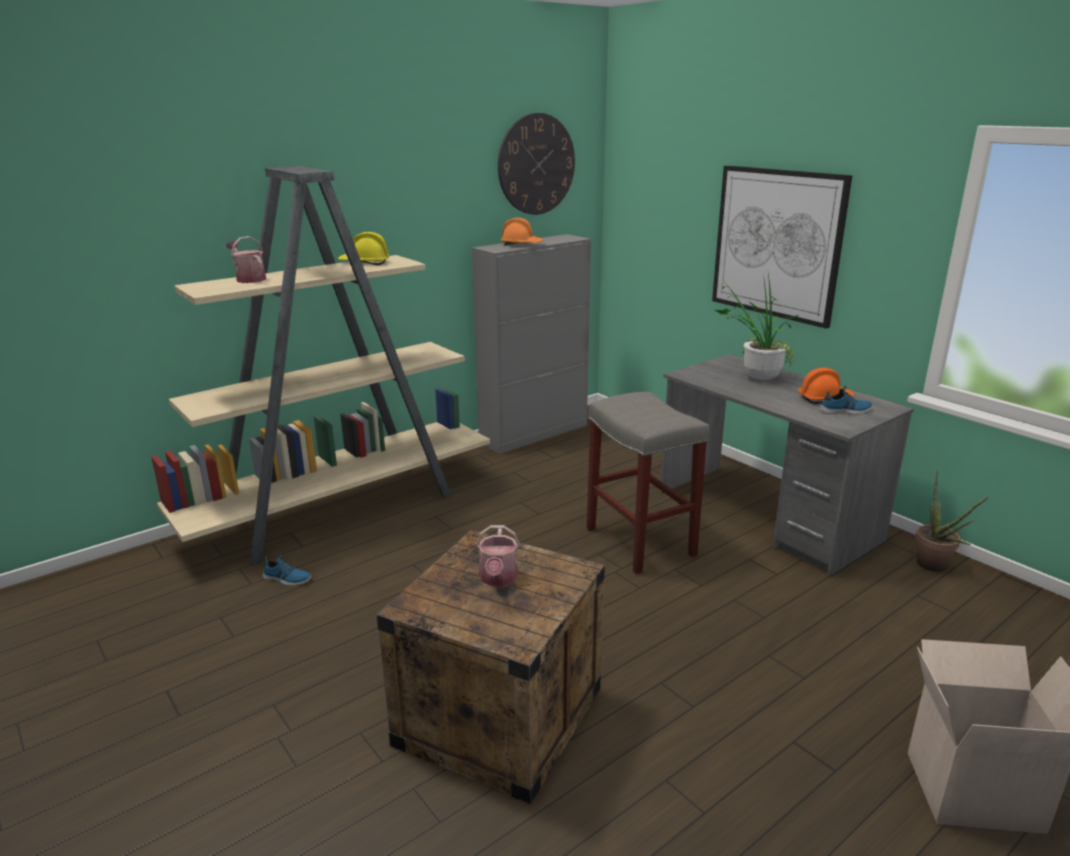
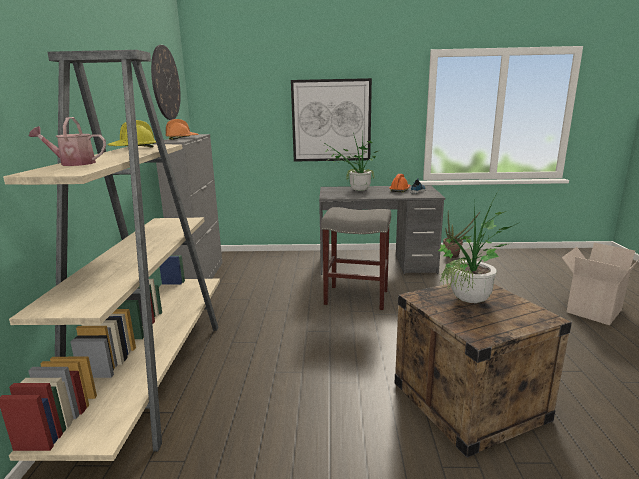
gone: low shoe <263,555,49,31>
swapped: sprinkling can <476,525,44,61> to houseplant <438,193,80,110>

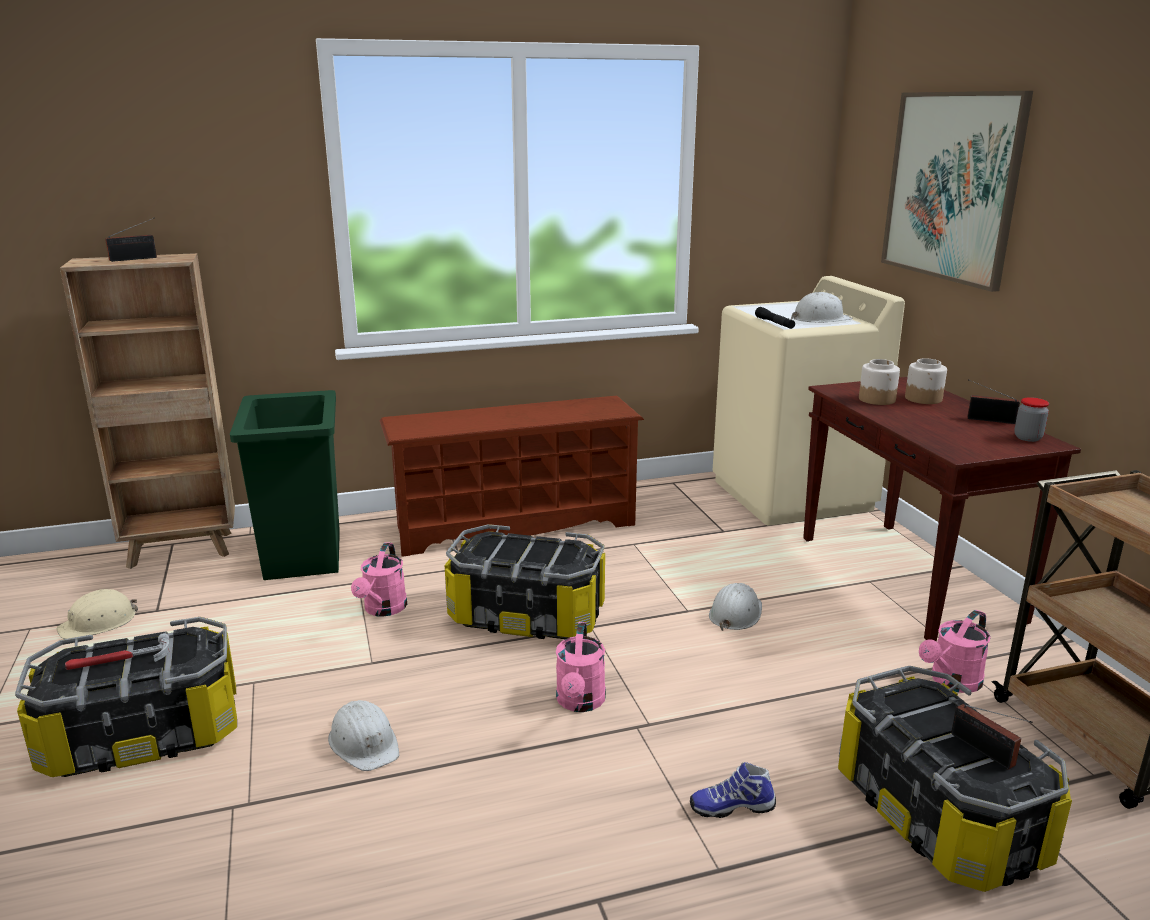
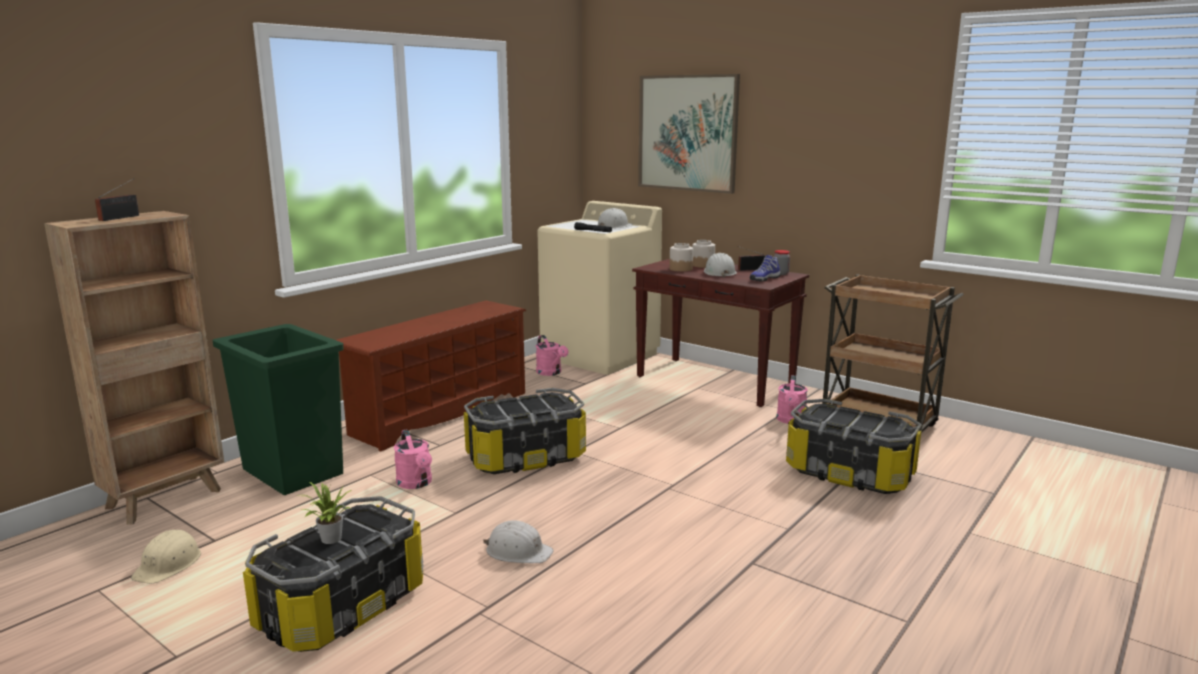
gone: radio set <951,704,81,66>
shifted: work helmet (white-coloured) <709,583,53,48> to <704,253,33,25>; sprinkling can (pink-coloured) <556,622,50,90> to <536,335,32,41>; low shoe <690,762,86,56> to <749,255,32,27>
swapped: tool hammer <65,633,105,37> to houseplant <296,481,56,63>

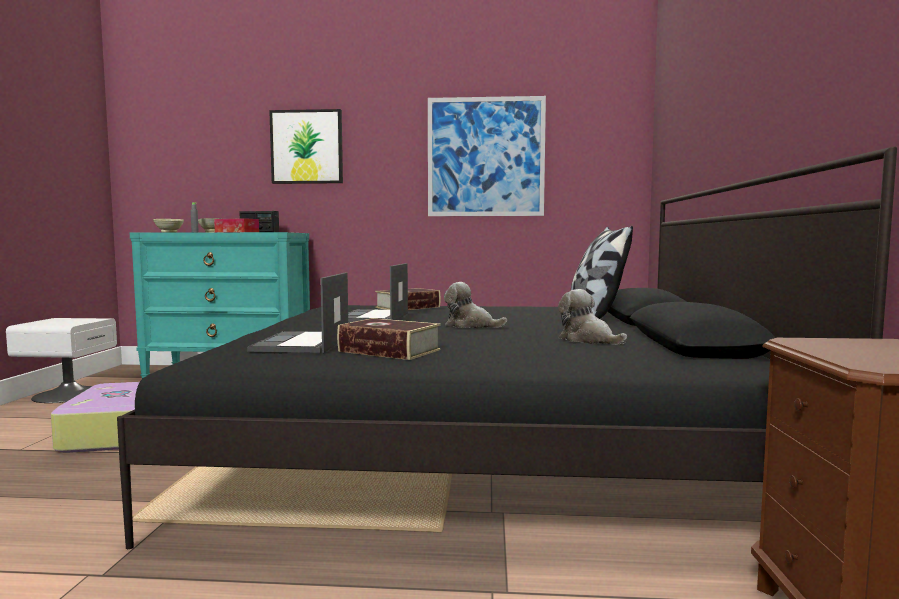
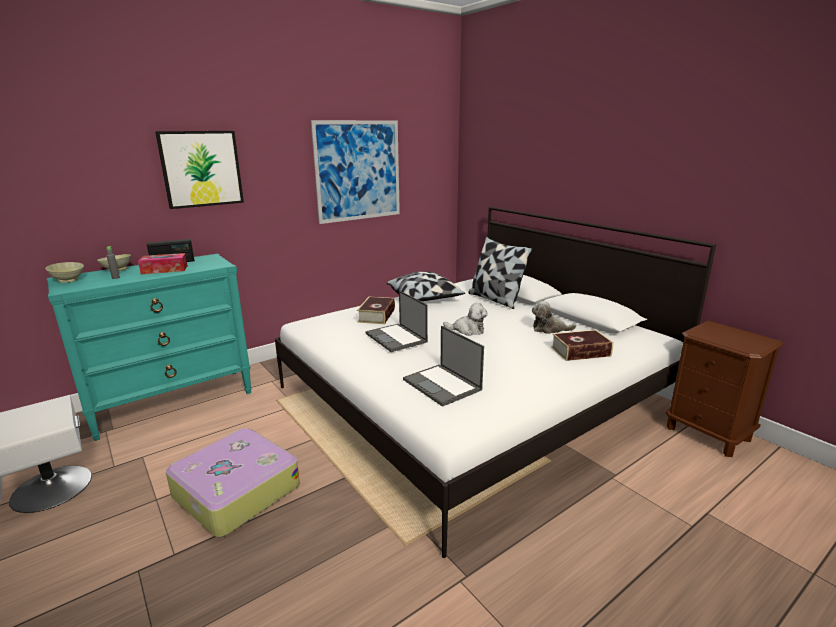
new: pillow <387,272,78,29>
shifted: volume <337,318,104,42> to <551,330,63,31>
repainted: bedroom bed (black) <117,146,780,403> to bedroom bed (white-coloured) <275,206,441,352>
rotated: soft toy <444,282,63,46> = <443,303,45,33> 150 degrees counterclockwise

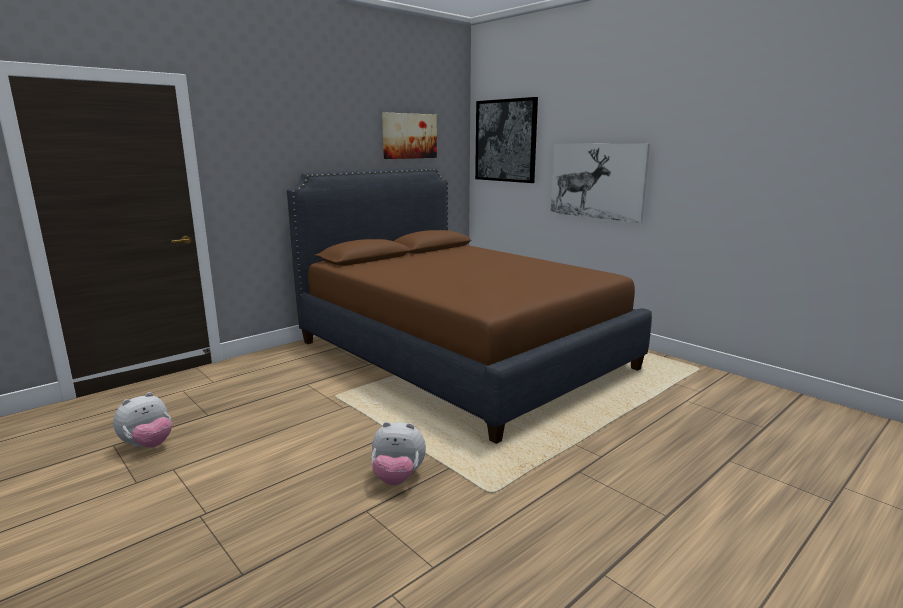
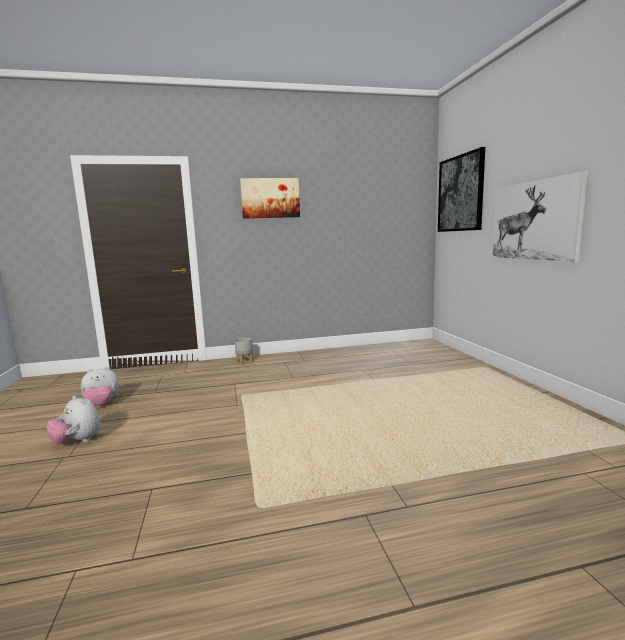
gone: bedroom bed (brown-coloured) <287,167,365,277>
new: plant pot (gray) <235,338,18,27>
shifted: wall picture <382,112,55,47> to <240,178,60,41>; soft toy <371,422,55,63> to <47,396,54,49>

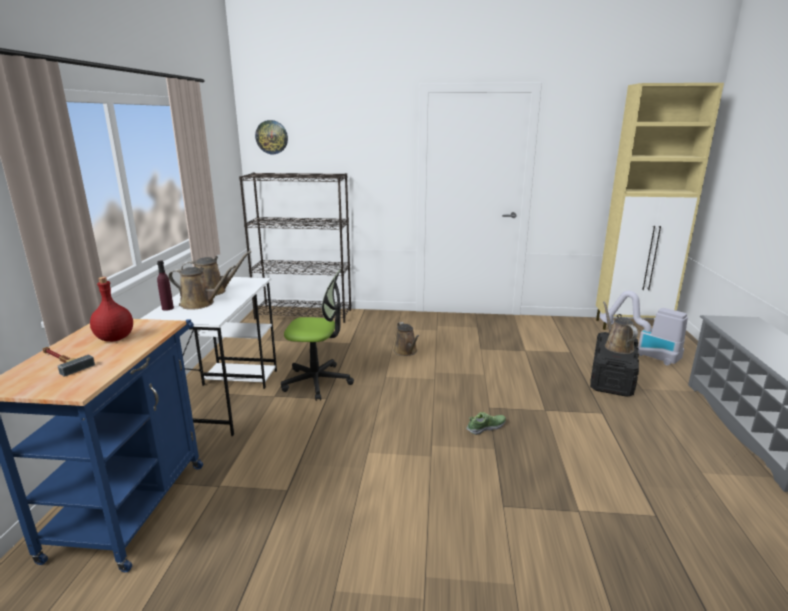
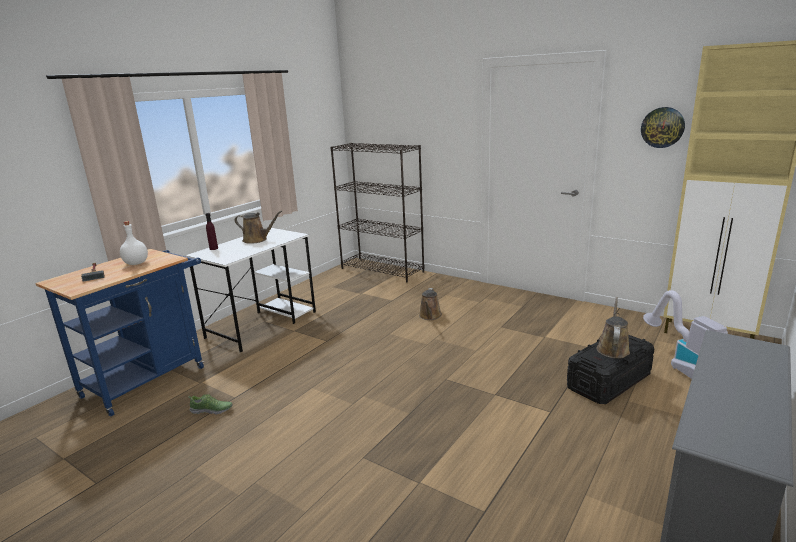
gone: sprinkling can (brown-coloured) <168,266,68,44>; computer chair <281,269,73,132>
shifted: clock on the wall <255,120,33,34> to <641,107,44,41>; low shoe <466,412,40,23> to <188,394,44,20>
repainted: bottle (red-coloured) <90,277,43,65> to bottle (white-coloured) <120,221,28,44>

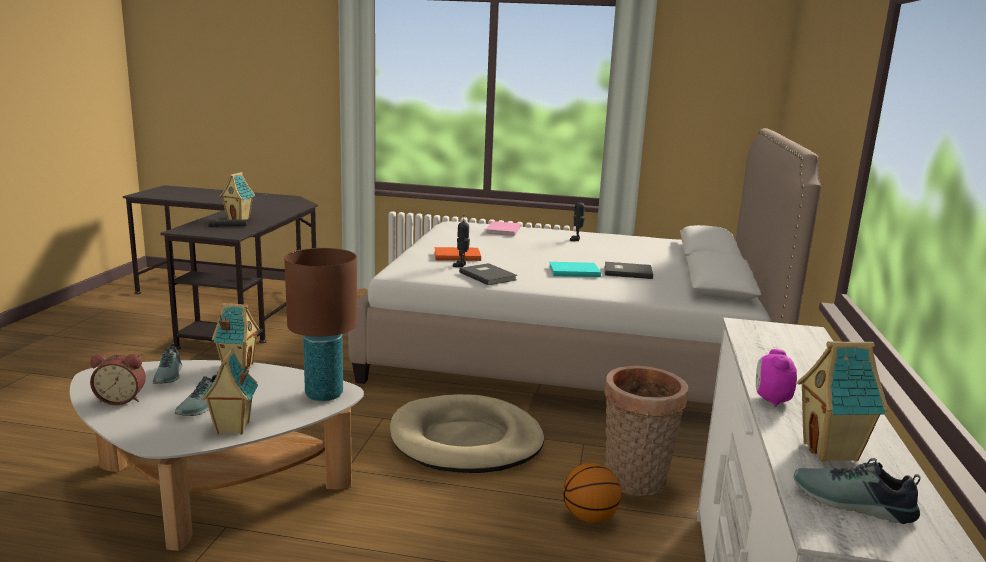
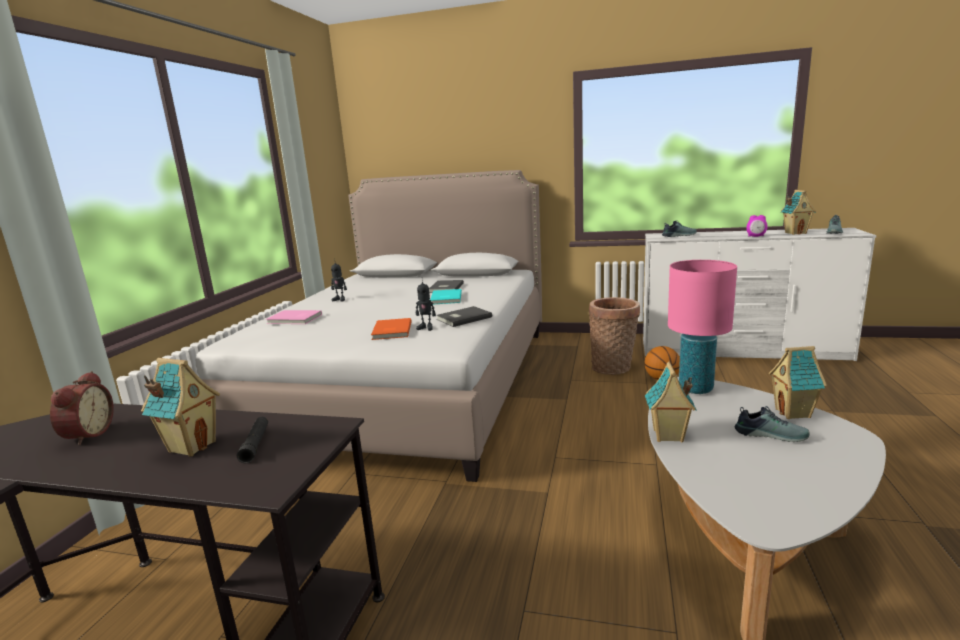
gone: dog bed (beige-coloured) <390,394,154,79>
shifted: low shoe <153,343,29,41> to <662,220,35,17>; table clock <90,354,56,51> to <50,371,64,74>
repainted: lamp for a table (brown-coloured) <284,248,73,153> to lamp for a table (pink-coloured) <668,260,69,134>

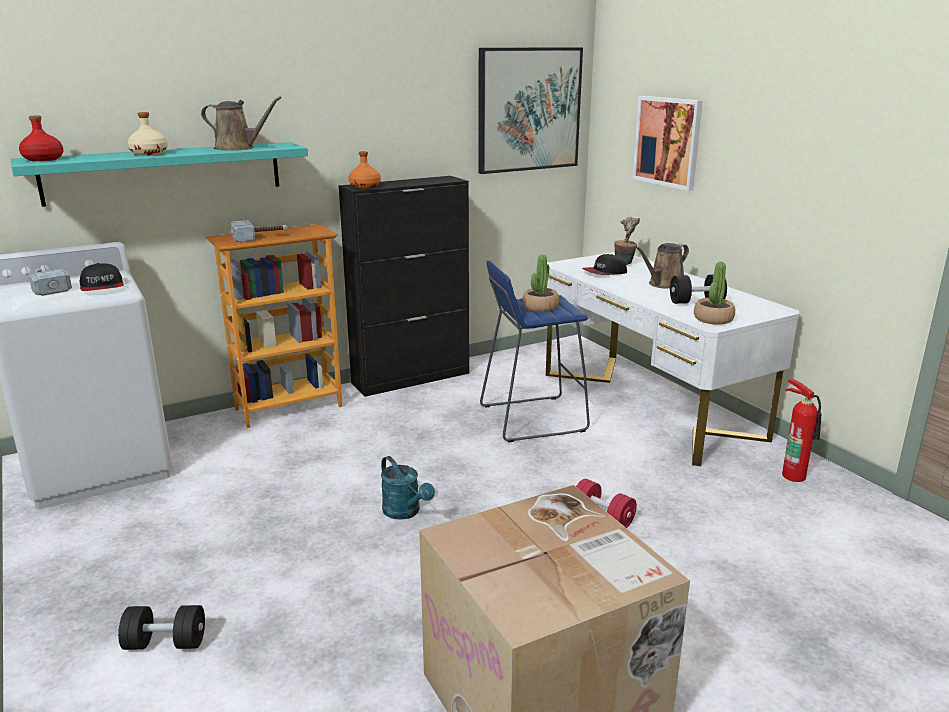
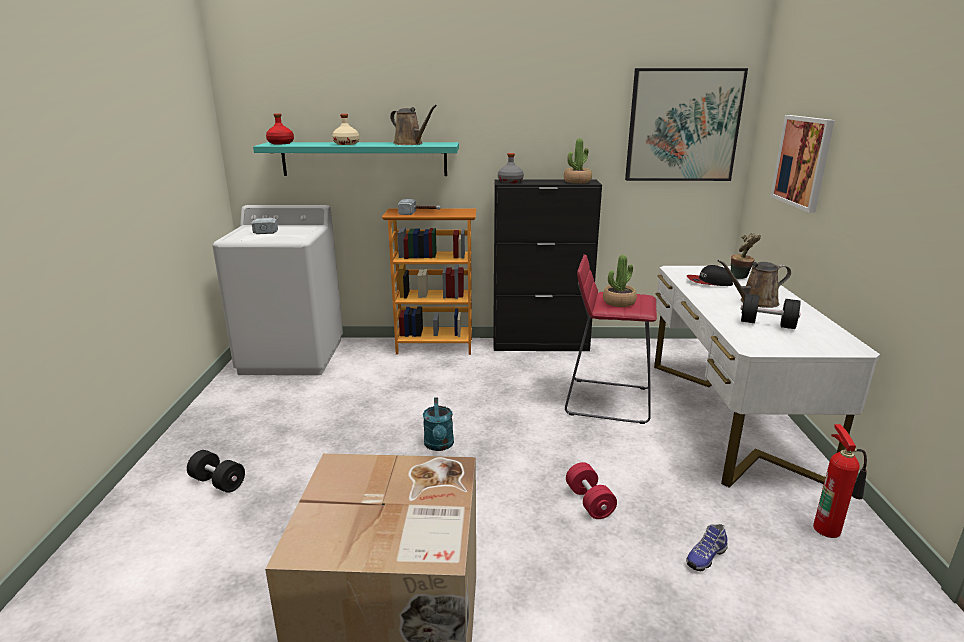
gone: cap <80,263,44,28>
new: low shoe <686,524,42,48>
shifted: houseplant <694,262,41,63> to <564,138,28,46>
repainted: bottle (orangey) <349,151,32,38> to bottle (gray) <498,153,26,30>; sitting stool (blue-coloured) <480,261,110,182> to sitting stool (red-coloured) <565,254,92,170>

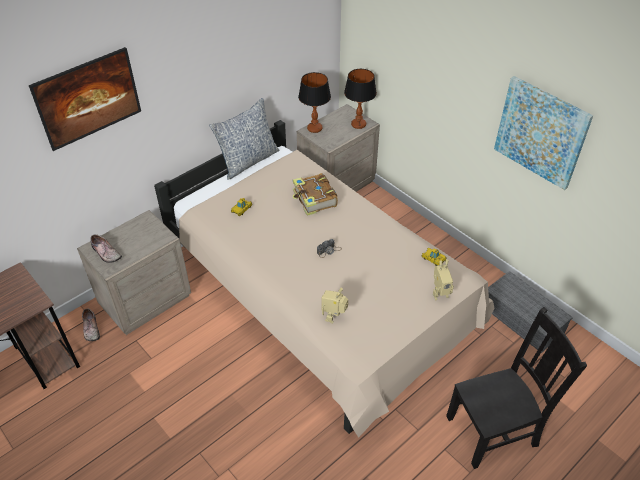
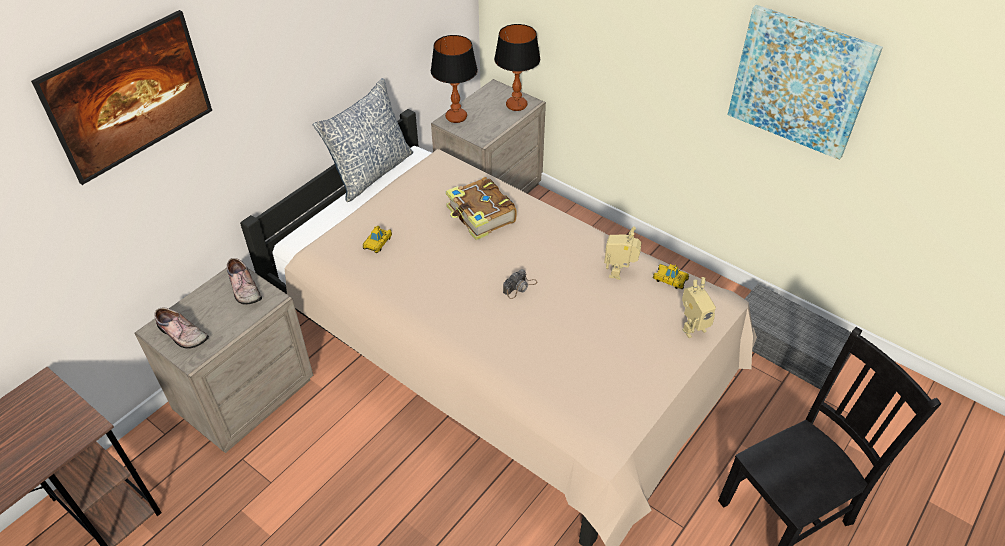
shifted: model robot <321,288,27,36> to <604,226,38,54>; low shoe <82,309,18,32> to <227,258,35,47>

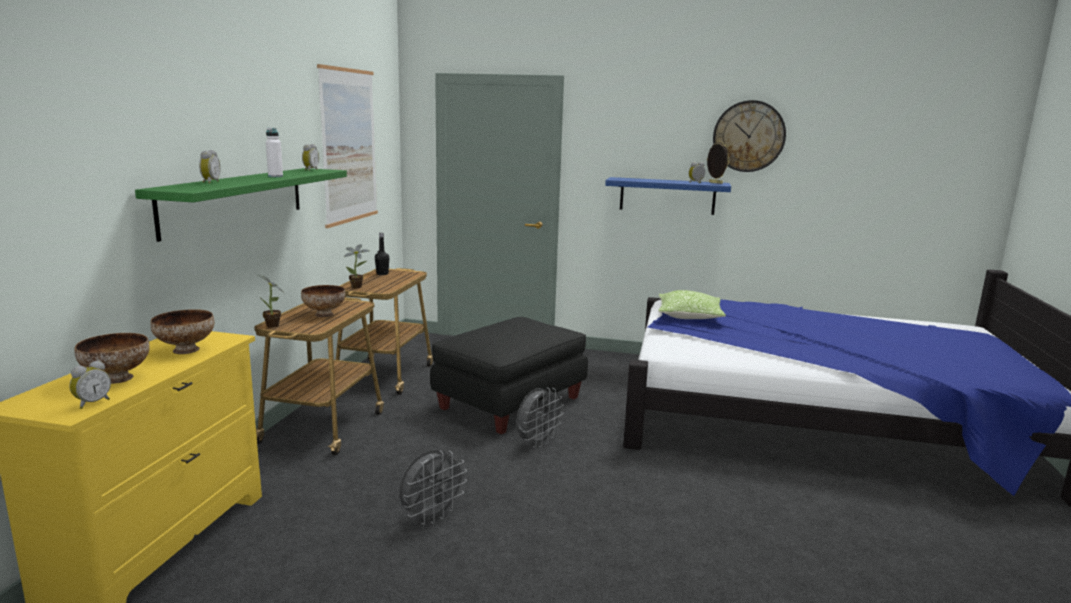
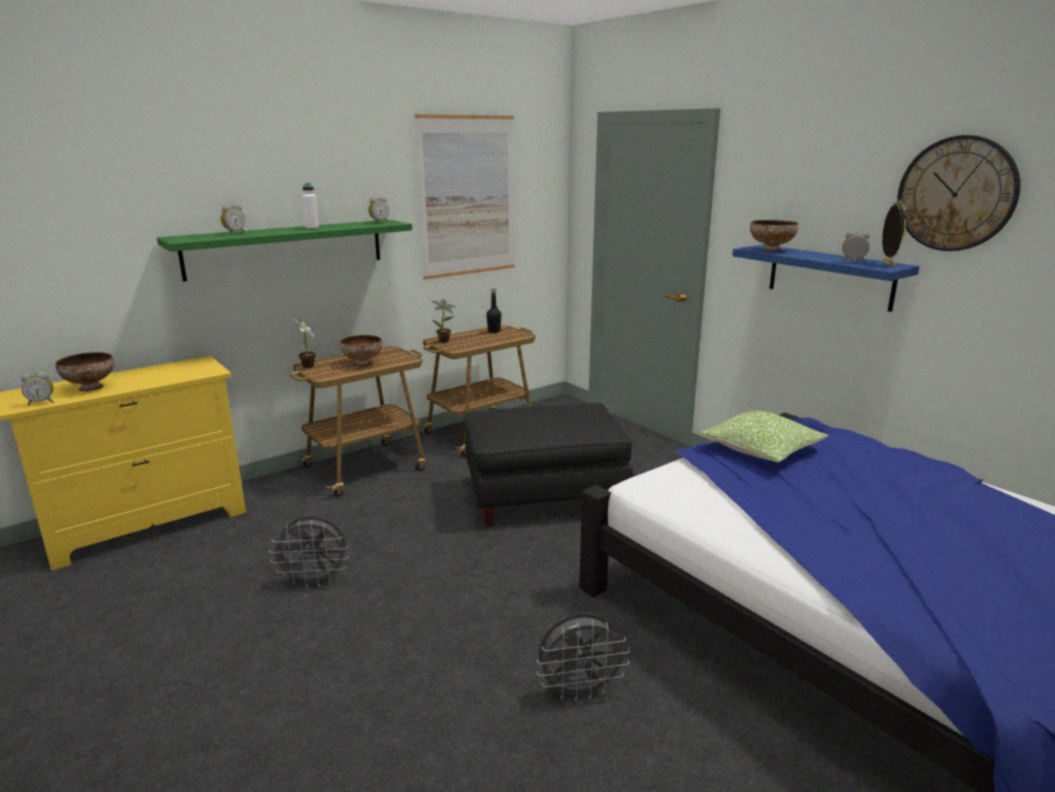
shifted: bowl <151,309,64,45> to <750,220,48,32>; cooling fan (gray) <516,388,48,60> to <537,613,93,89>

